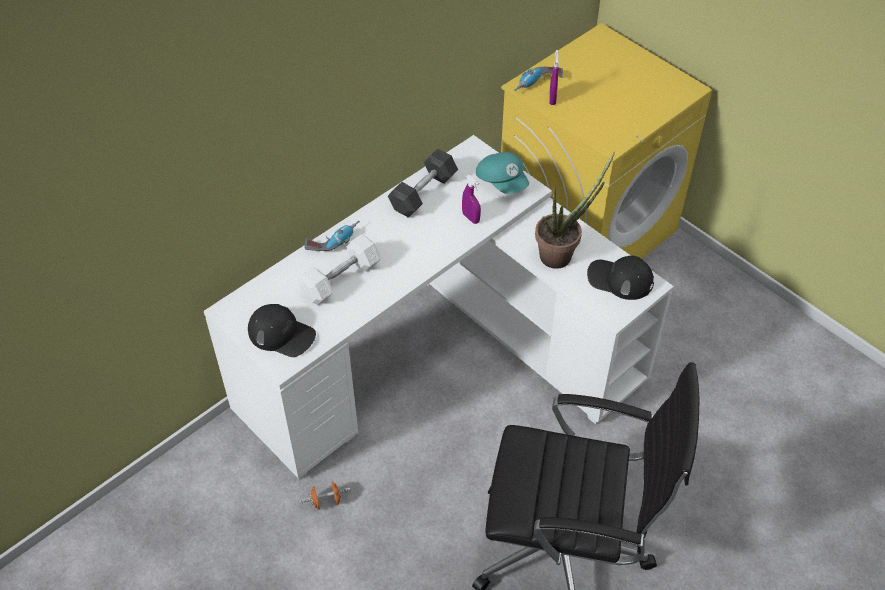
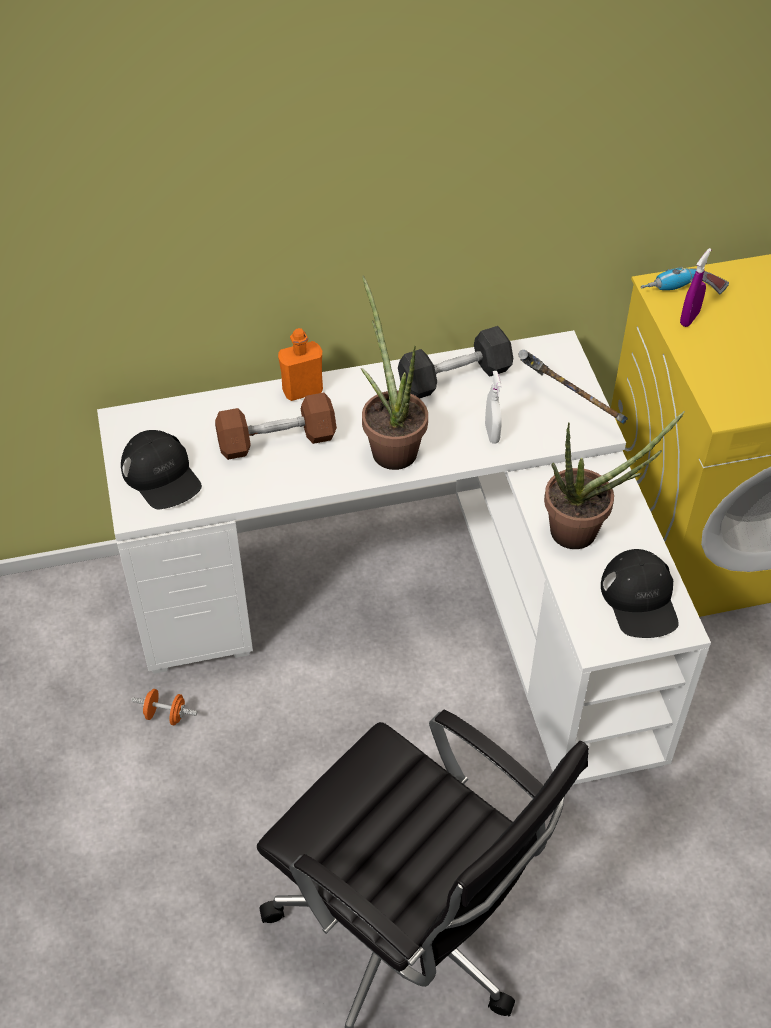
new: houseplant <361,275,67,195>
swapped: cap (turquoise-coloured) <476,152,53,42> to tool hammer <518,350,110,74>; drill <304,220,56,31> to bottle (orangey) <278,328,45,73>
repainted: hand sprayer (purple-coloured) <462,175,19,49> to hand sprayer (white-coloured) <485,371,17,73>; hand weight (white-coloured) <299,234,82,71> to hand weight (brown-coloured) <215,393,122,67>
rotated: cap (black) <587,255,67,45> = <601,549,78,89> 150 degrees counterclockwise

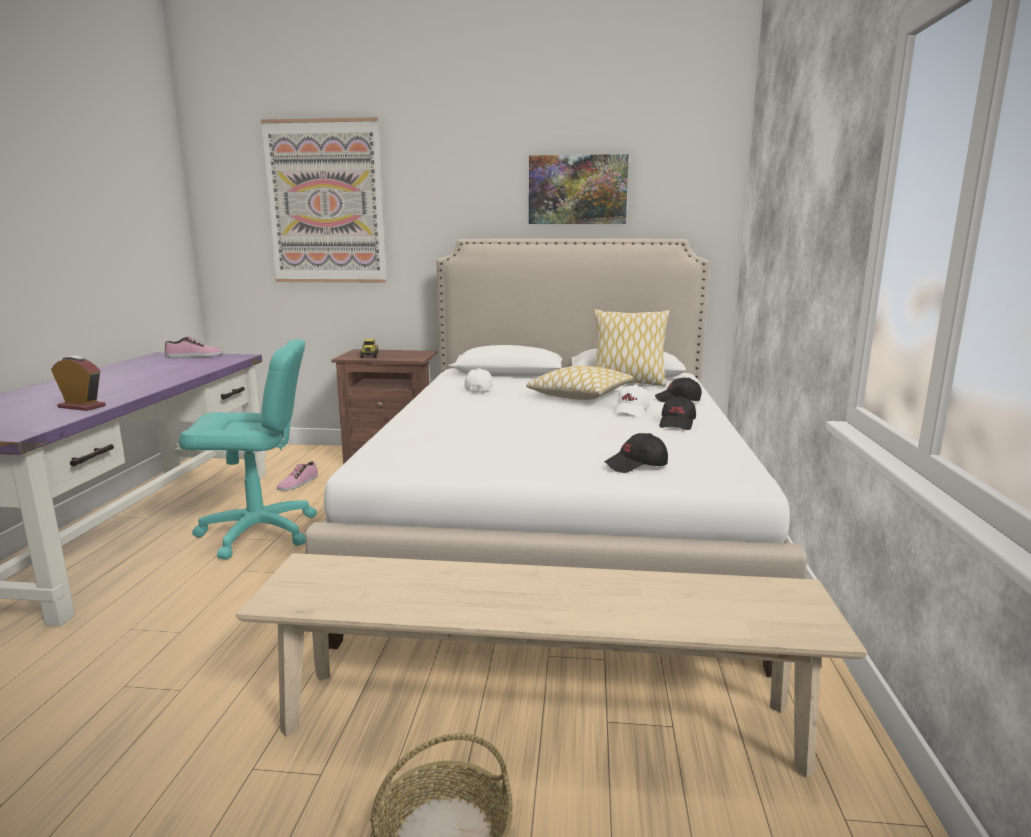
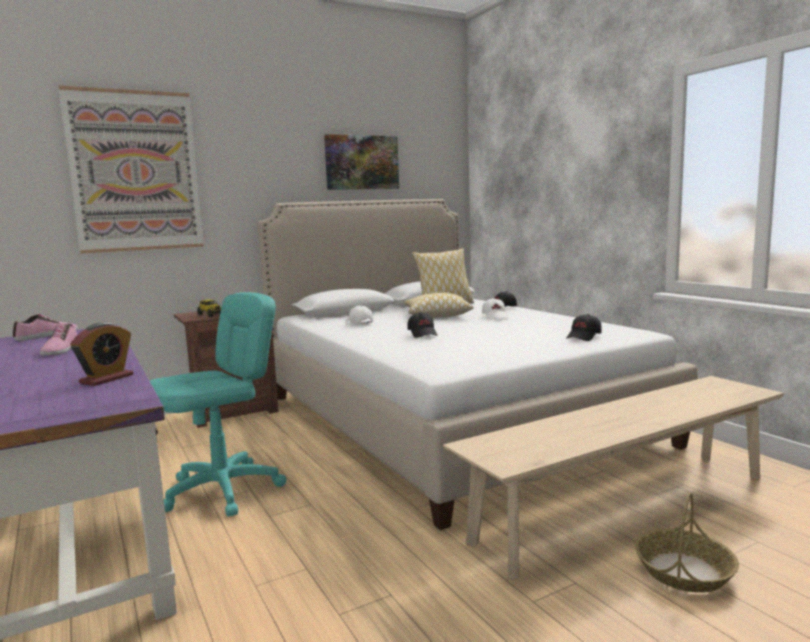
shifted: cap (black) <659,396,37,34> to <407,312,30,26>; low shoe <277,461,41,30> to <40,324,37,32>
rotated: table clock <51,356,55,55> = <70,323,63,63> 135 degrees clockwise

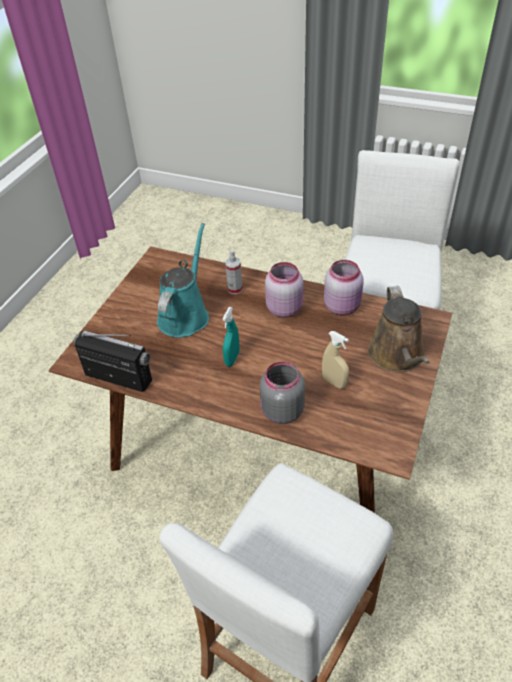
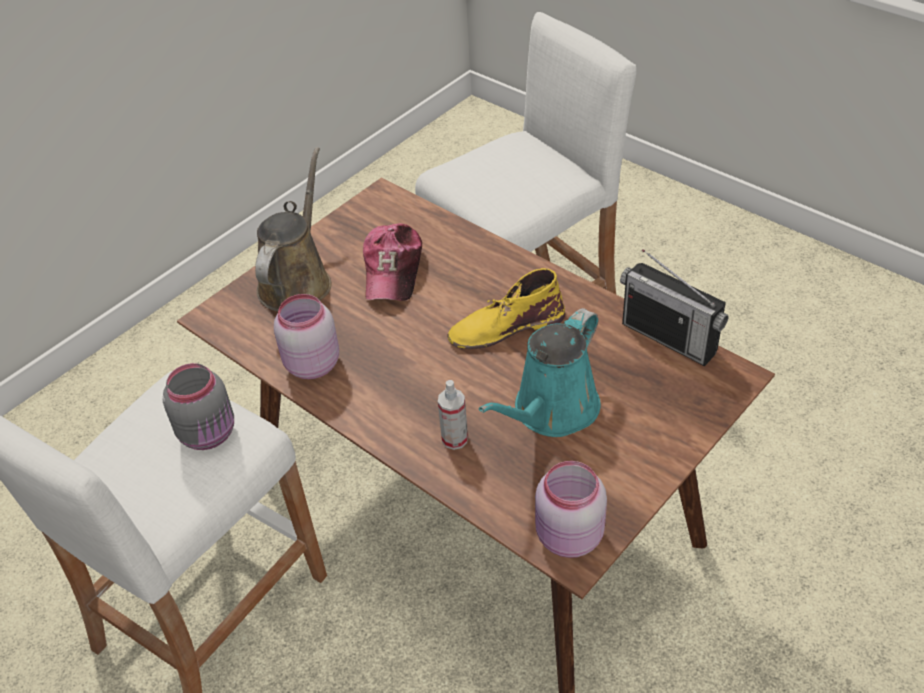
shifted: storage jar (pink-coloured) <265,262,39,56> to <535,461,72,97>; storage jar (gray) <260,362,45,62> to <163,363,71,87>
swapped: hand sprayer (turquoise-coloured) <222,307,18,60> to boot (yellow-coloured) <447,268,118,81>; hand sprayer (beige-coloured) <322,331,27,58> to cap <363,224,59,77>

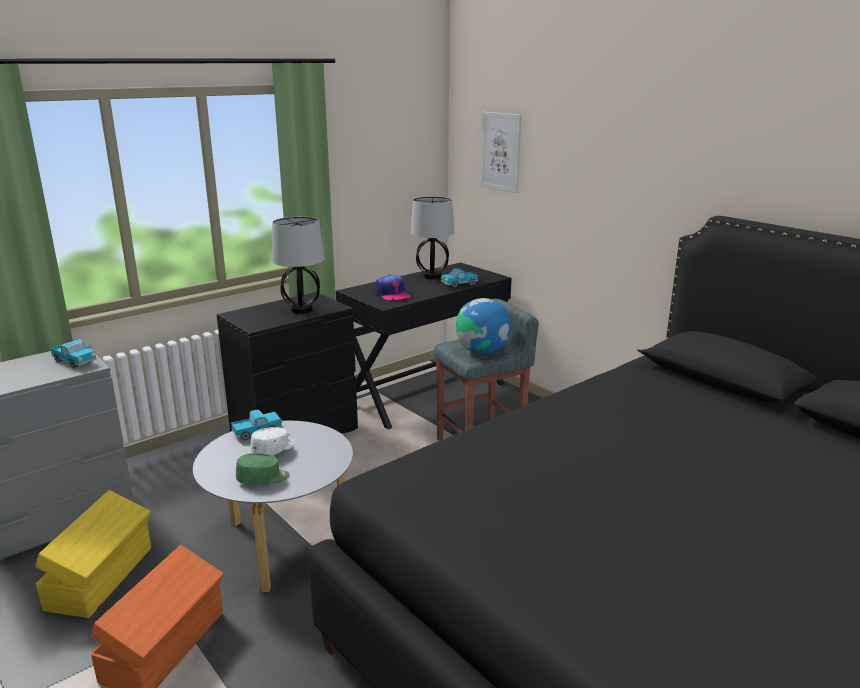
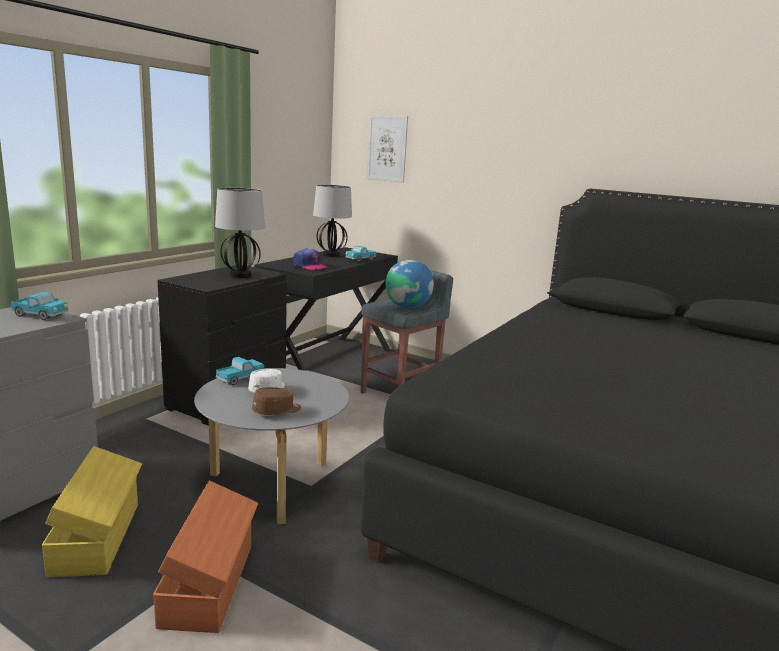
repainted: cap (green) <236,453,53,32> to cap (brown-coloured) <252,387,49,28>

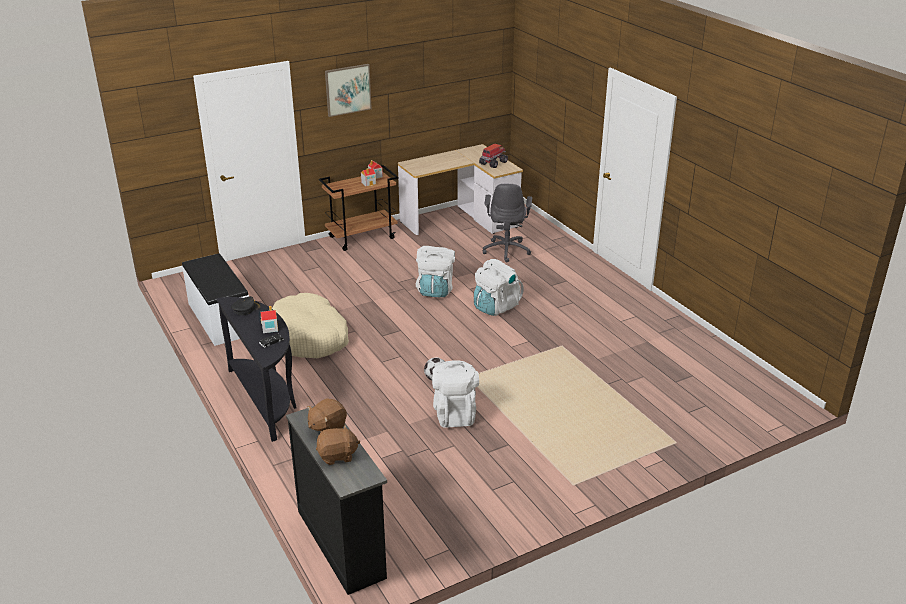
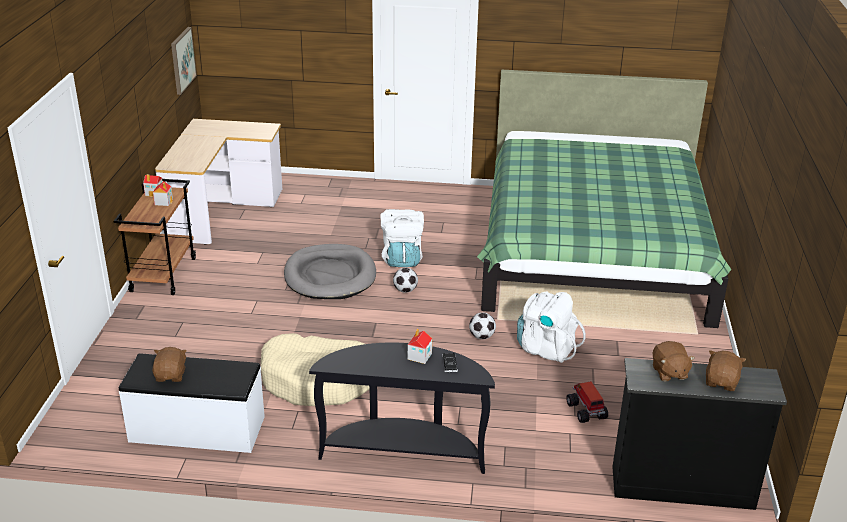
gone: computer chair (gray) <483,184,49,78>; cap (black) <231,296,30,19>
new: bedroom bed (green) <477,70,254,258>; football ball <393,268,25,25>; soft toy (brown-coloured) <152,347,35,35>
shifted: wall picture <325,64,47,53> to <171,27,26,68>; model truck <479,143,29,25> to <566,381,42,42>
swapped: knapsack (white-coloured) <416,246,39,51> to dog bed (gray) <284,244,92,55>

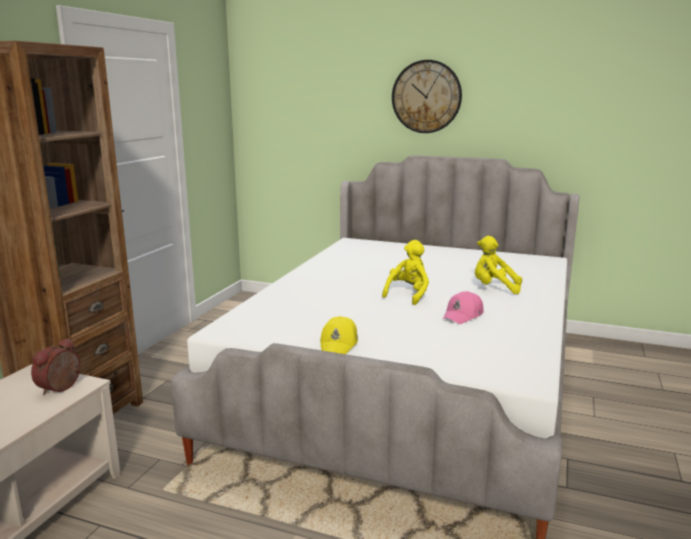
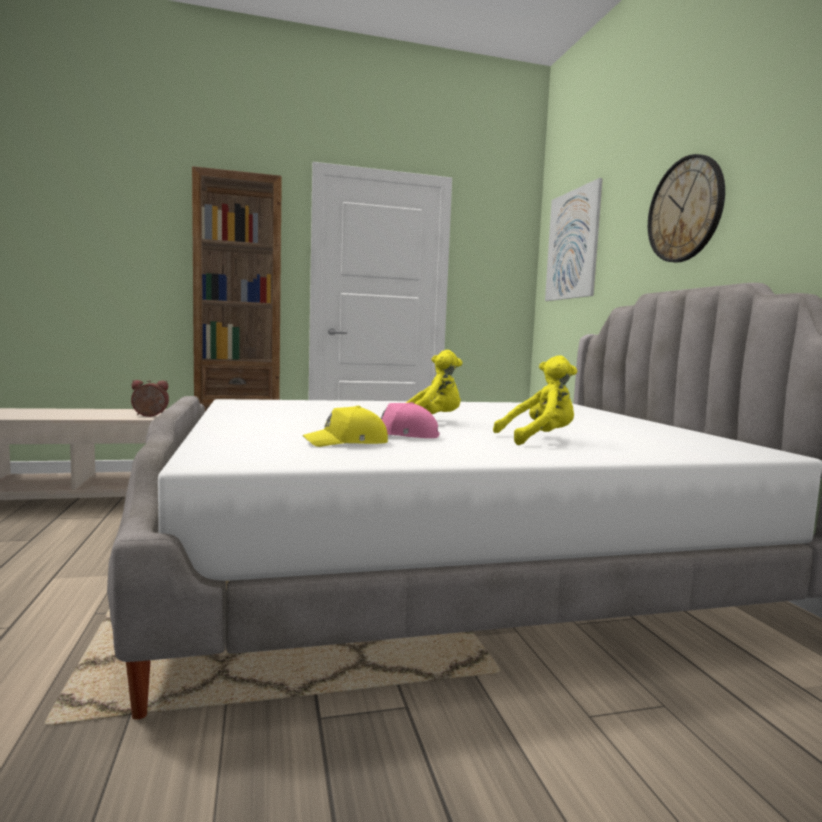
new: wall picture <545,178,58,123>
shifted: cap (yellow-coloured) <320,316,38,38> to <303,406,85,41>
rotated: soft toy (yellow-coloured) <475,236,47,58> = <493,355,85,90> 90 degrees clockwise

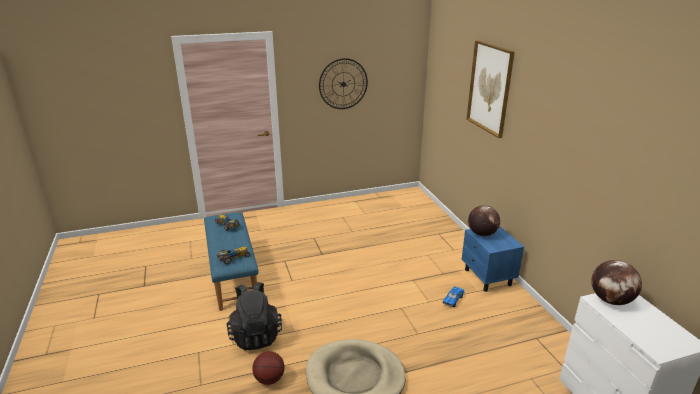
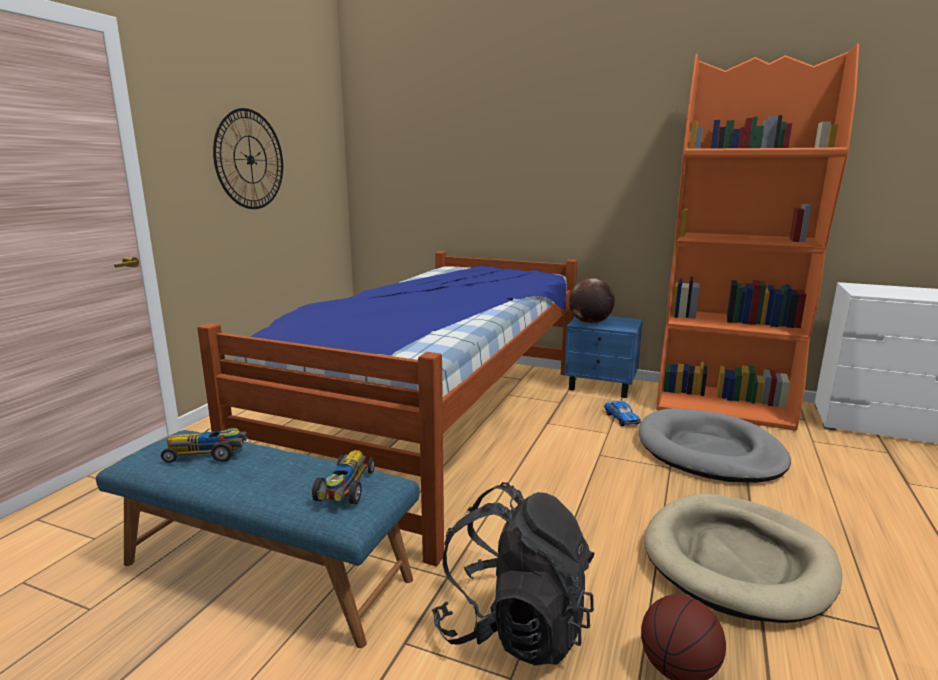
gone: wall picture <467,40,48,98>; world globe <591,260,51,45>
new: bookcase (orangey) <656,44,203,387>; bedroom bed <197,251,380,315>; dog bed (gray) <639,409,152,74>

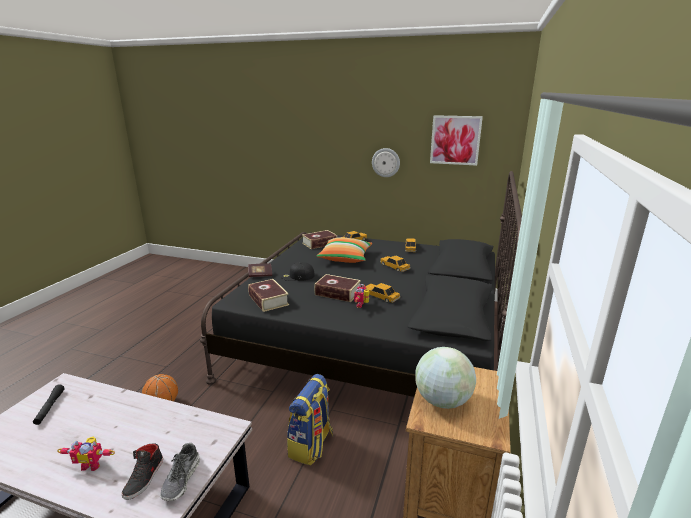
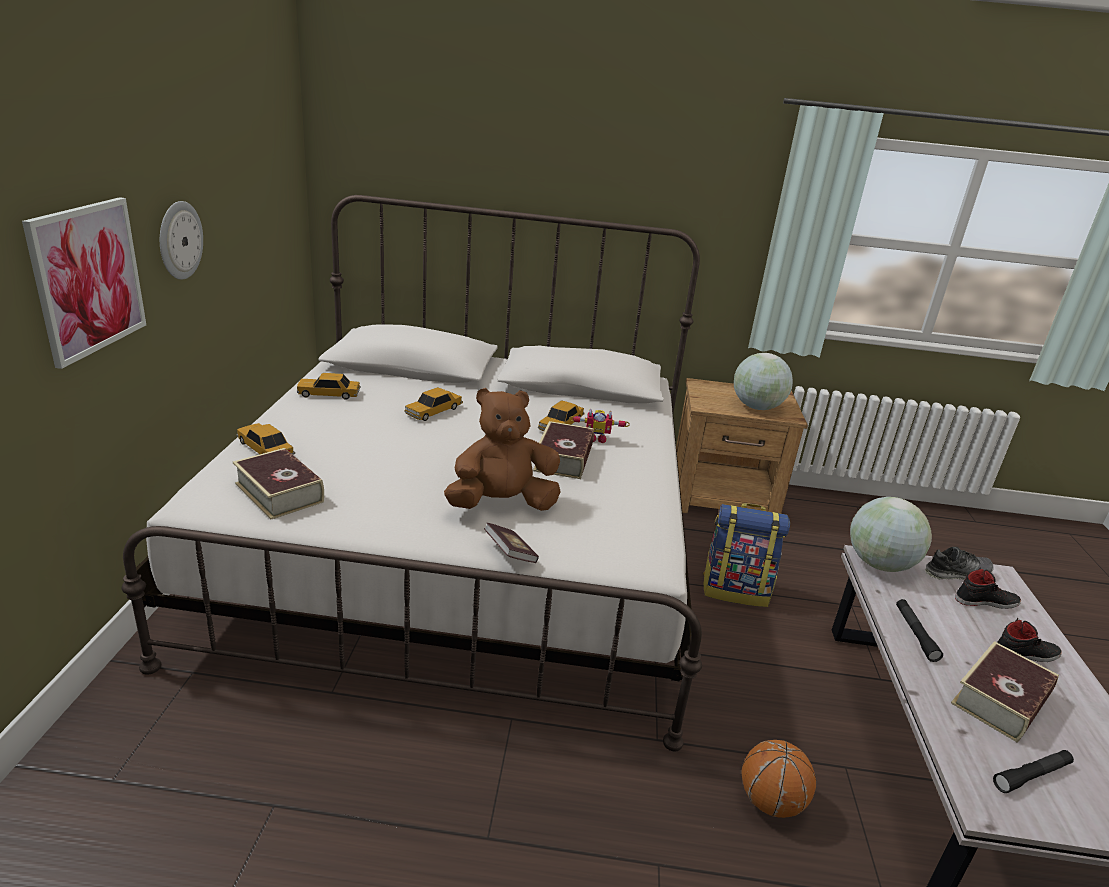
gone: pillow <316,238,56,25>
new: world globe <850,497,82,75>; hand torch (black) <896,599,47,63>
shifted: wall picture <430,115,53,51> to <22,197,124,172>; volume <248,279,41,33> to <951,641,108,102>
swapped: cap (black) <281,262,33,19> to soft toy (brown-coloured) <444,388,117,123>; model robot <57,437,58,34> to low shoe (black) <997,618,65,44>
repainted: bedroom bed (black) <200,171,322,226> to bedroom bed (white-coloured) <122,195,580,556>

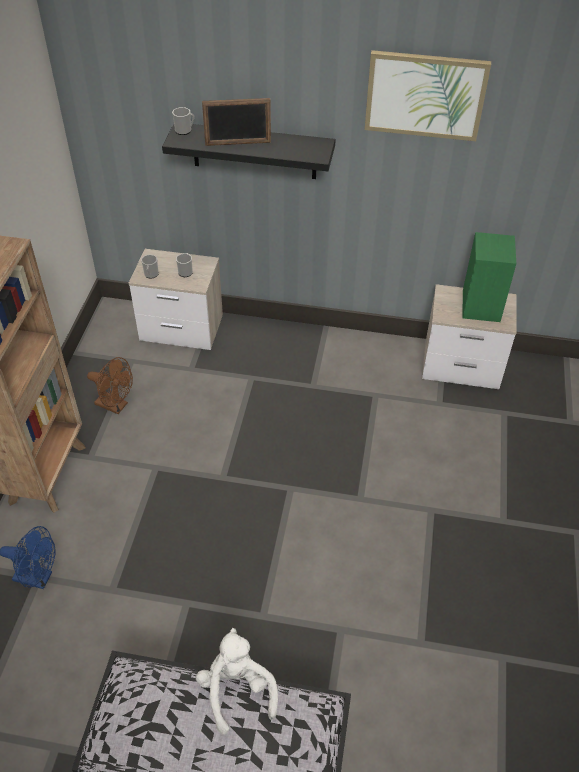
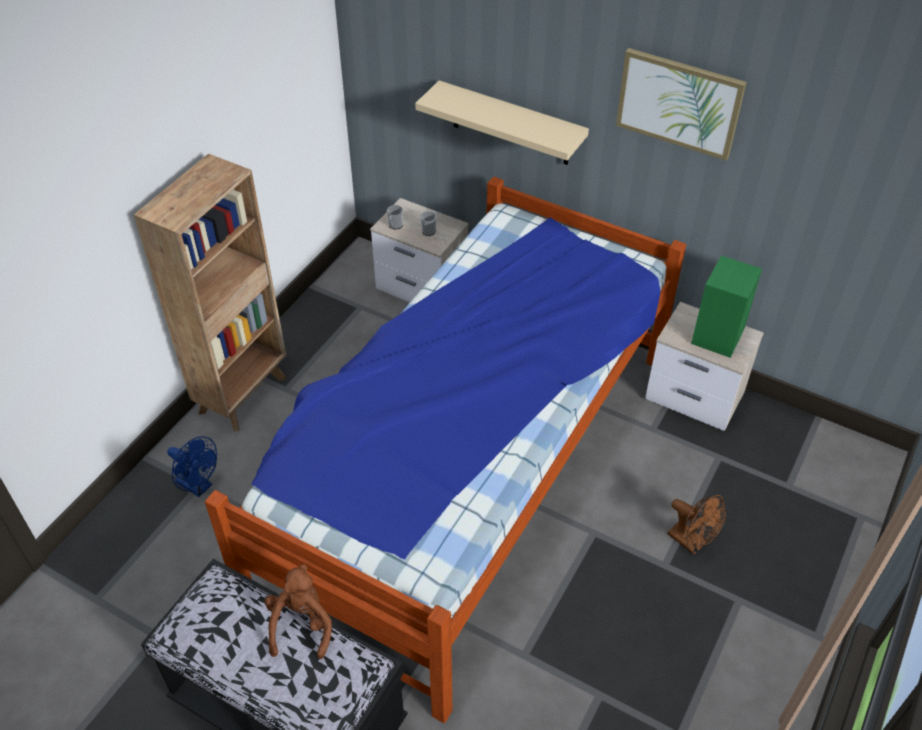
gone: standing frame <202,98,69,48>; mug <172,107,23,28>
new: bedroom bed <205,176,481,547>
shifted: cooling fan (brown-coloured) <87,357,46,57> to <668,495,58,59>
repainted: wall shelf (black) <162,124,174,55> to wall shelf (beige-coloured) <415,80,174,85>; soft toy (white-coloured) <196,628,82,107> to soft toy (brown-coloured) <265,564,67,95>

